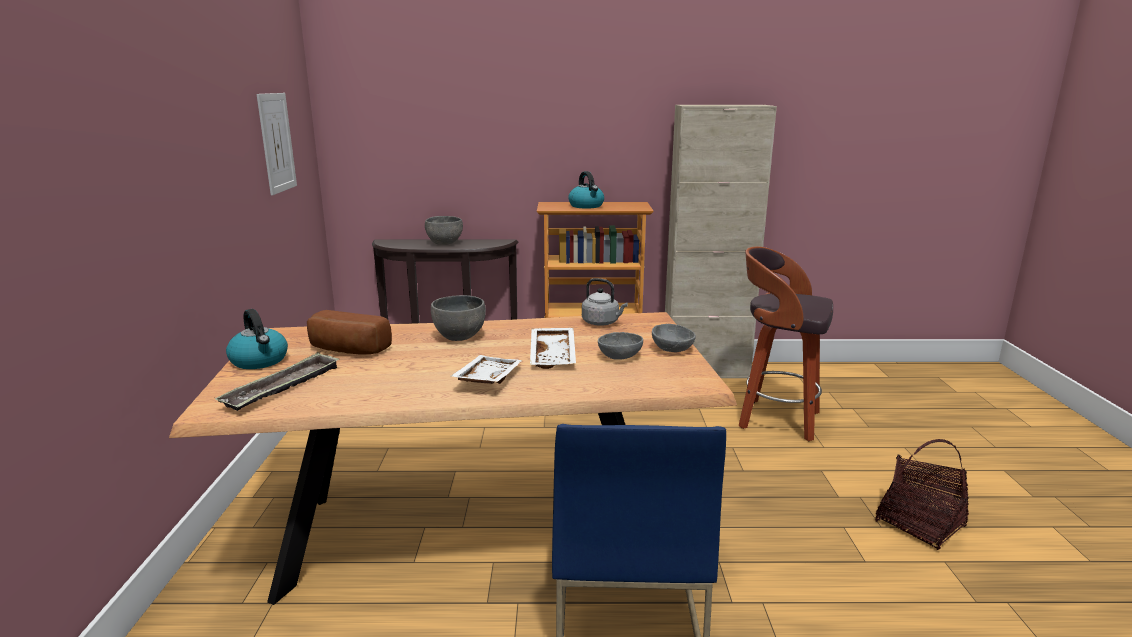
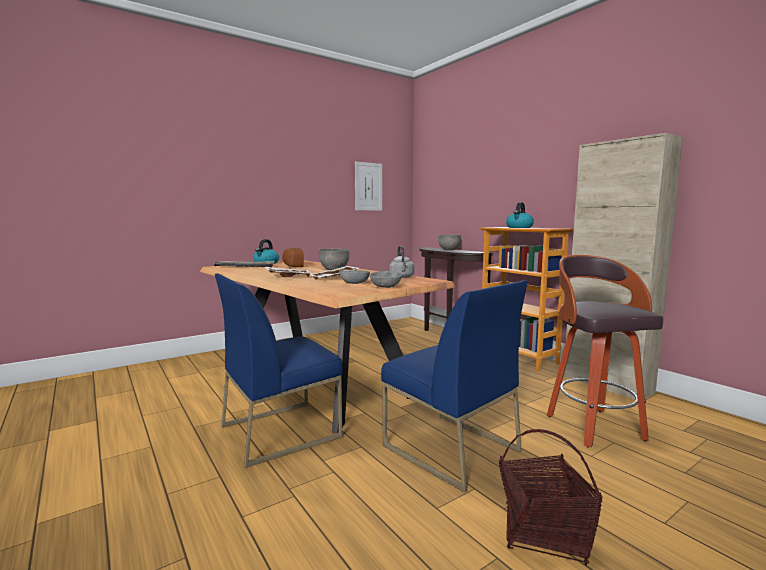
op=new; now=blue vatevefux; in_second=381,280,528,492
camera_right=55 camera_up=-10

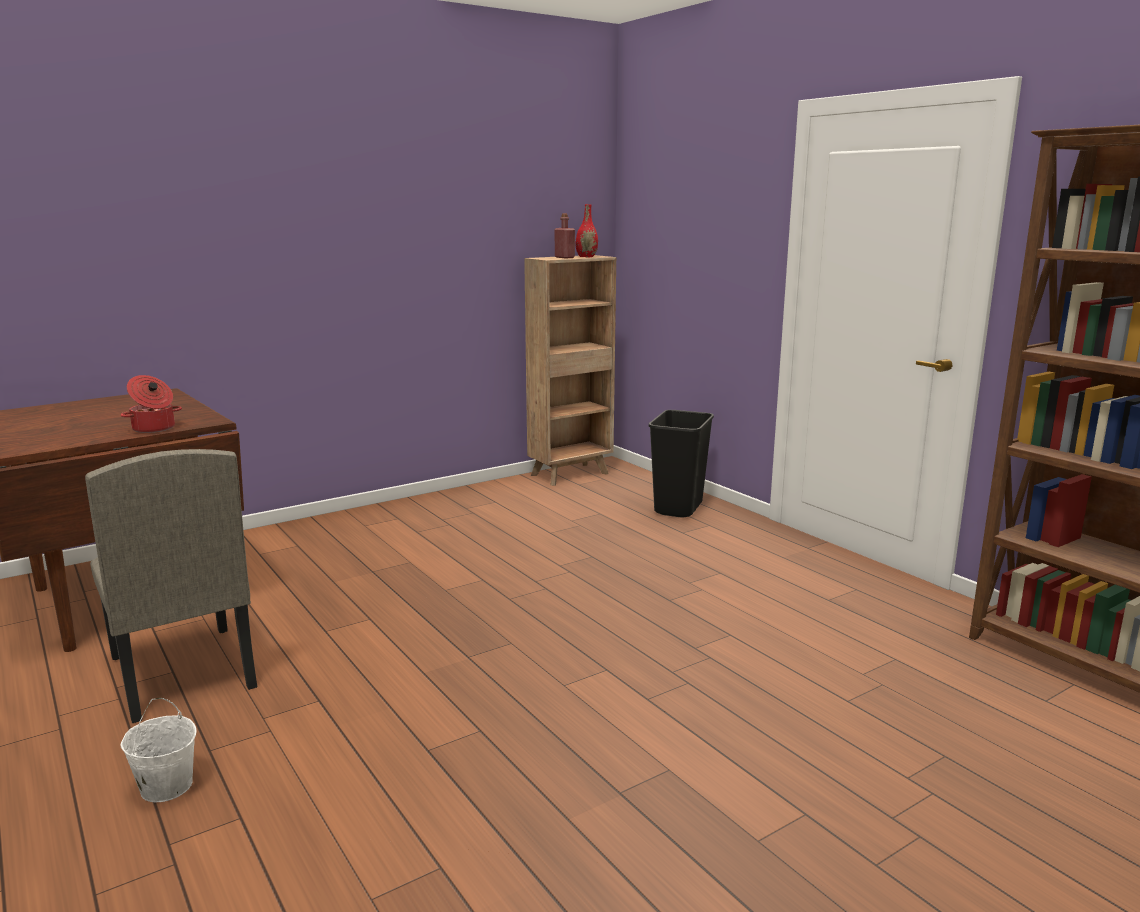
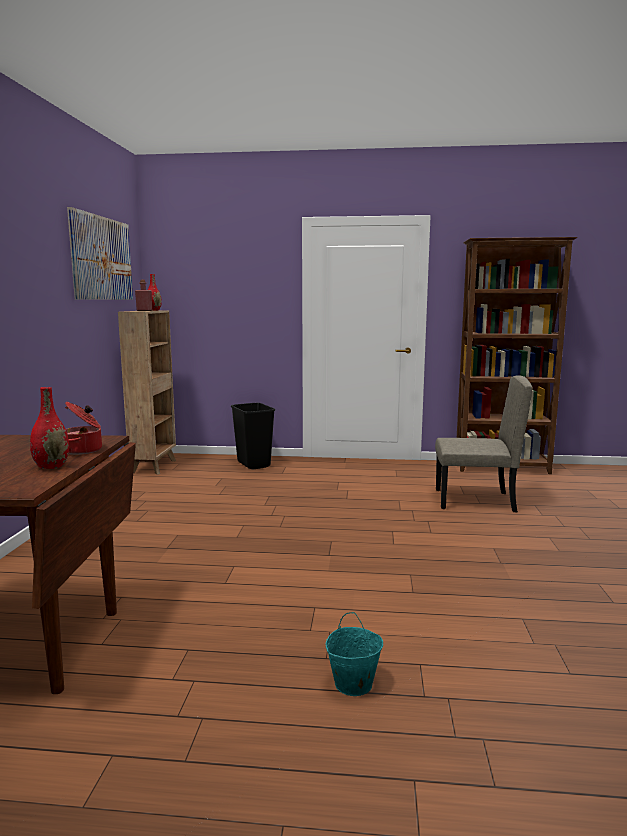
op=shifted; was=beige vatevefux; in_first=85,449,257,723; in_second=435,375,532,512
op=repainted; was=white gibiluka; now=turquoise gibiluka; in_first=121,698,197,802; in_second=325,612,383,696
op=new; now=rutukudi; in_second=67,207,133,300
op=new; now=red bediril; in_second=30,387,69,469
camera_right=-50 camera_up=-5

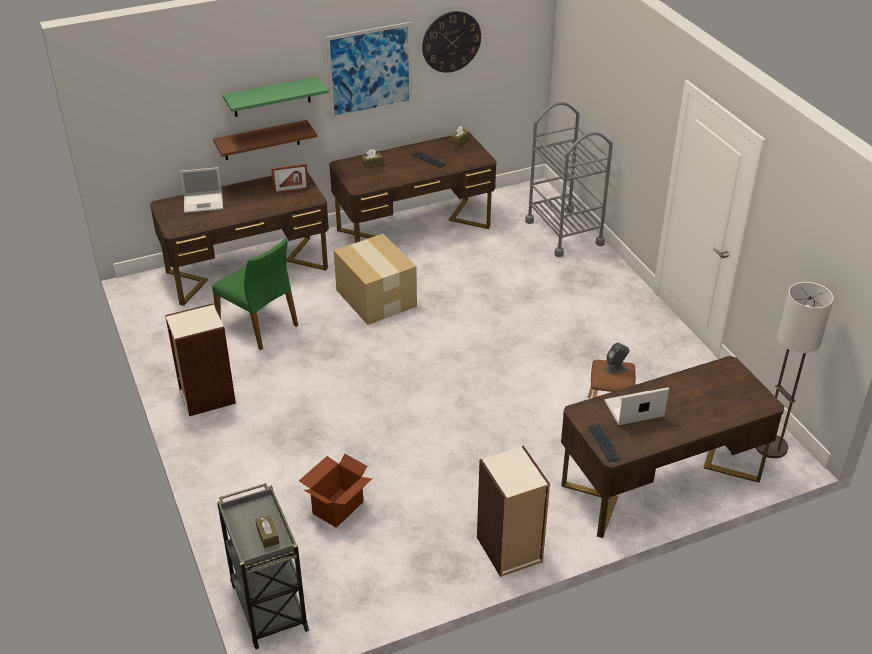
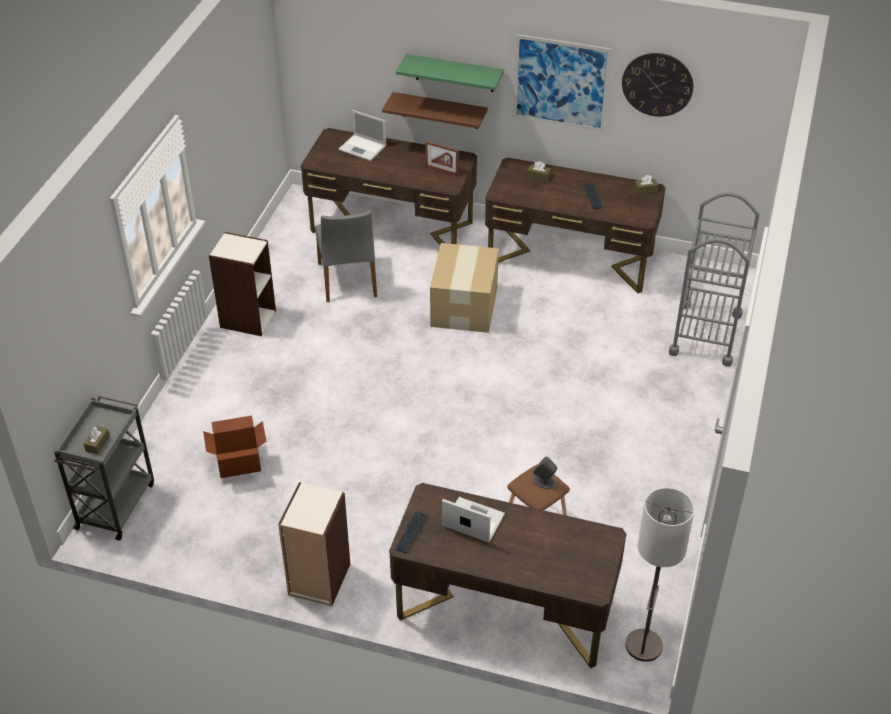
op=repainted; was=green vatevefux; now=grey vatevefux; in_first=212,238,298,350; in_second=315,211,377,302
camera_right=40 camera_up=5

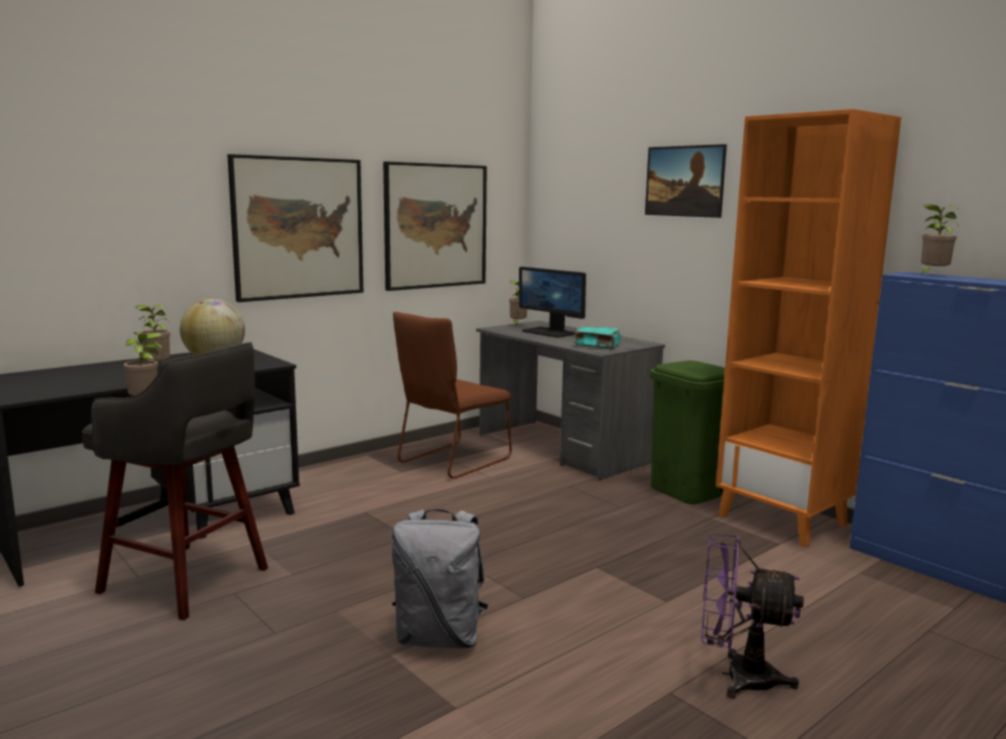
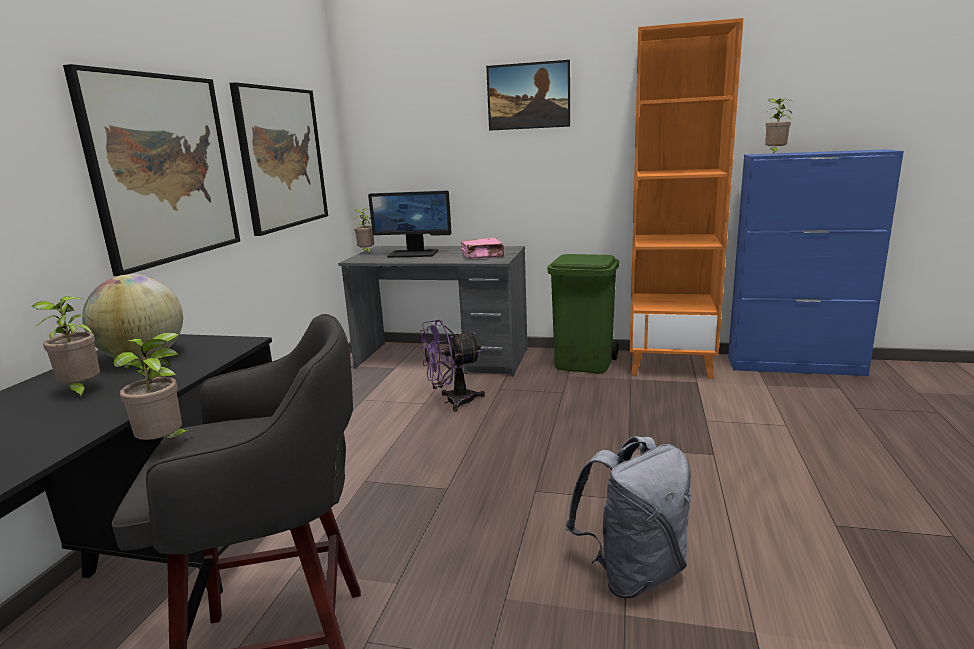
op=gone; was=brown vatevefux; in_first=393,312,512,479
op=repainted; was=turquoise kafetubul; now=pink kafetubul; in_first=574,327,621,350; in_second=461,238,505,259
op=shifted; was=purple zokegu; in_first=701,533,804,699; in_second=420,320,485,412
camera_right=-35 camera_up=5

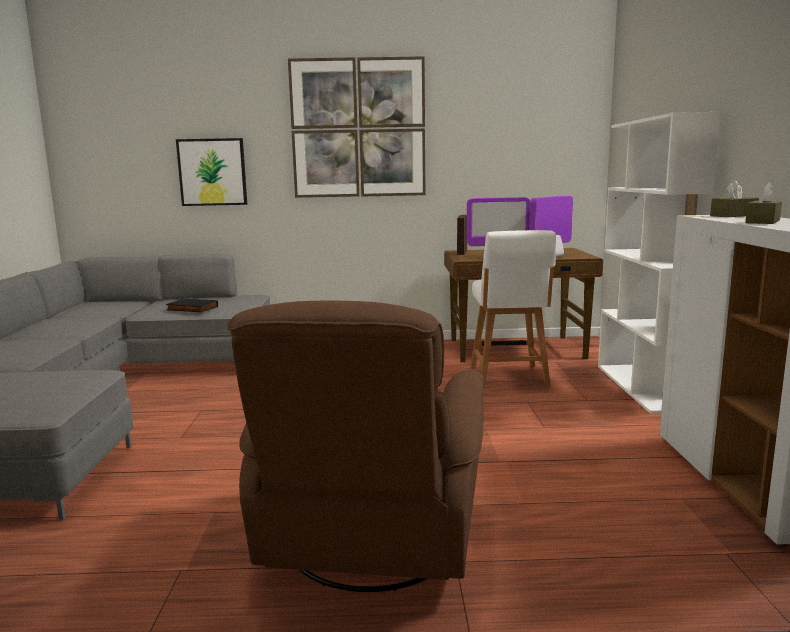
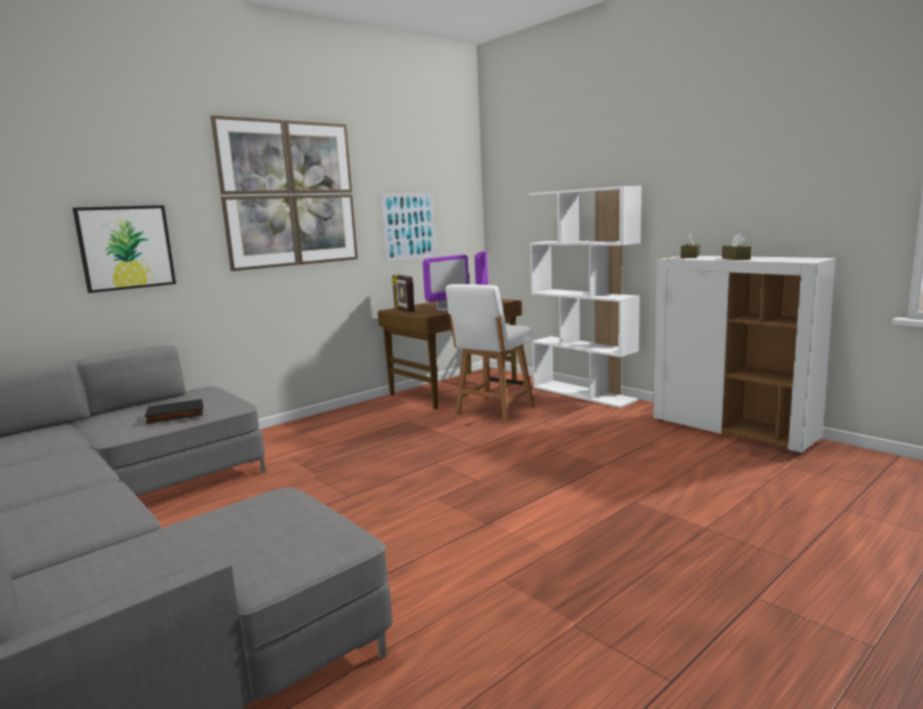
op=rotated; was=white vatevefux; in_first=471,230,556,388; in_second=446,284,534,423; clockwise=75
op=gone; was=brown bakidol; in_first=228,301,484,592
op=new; now=rutukudi; in_second=380,193,437,262
camera_right=-40 camera_up=0

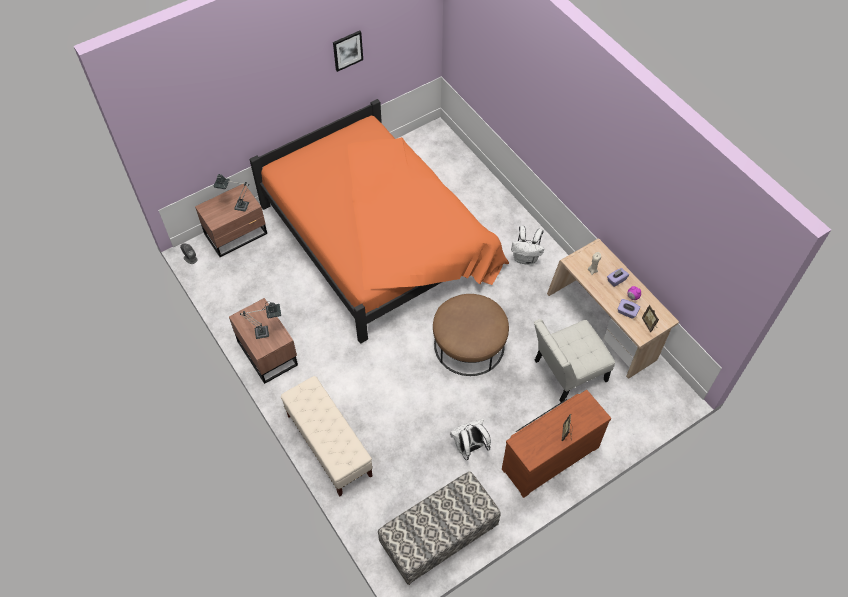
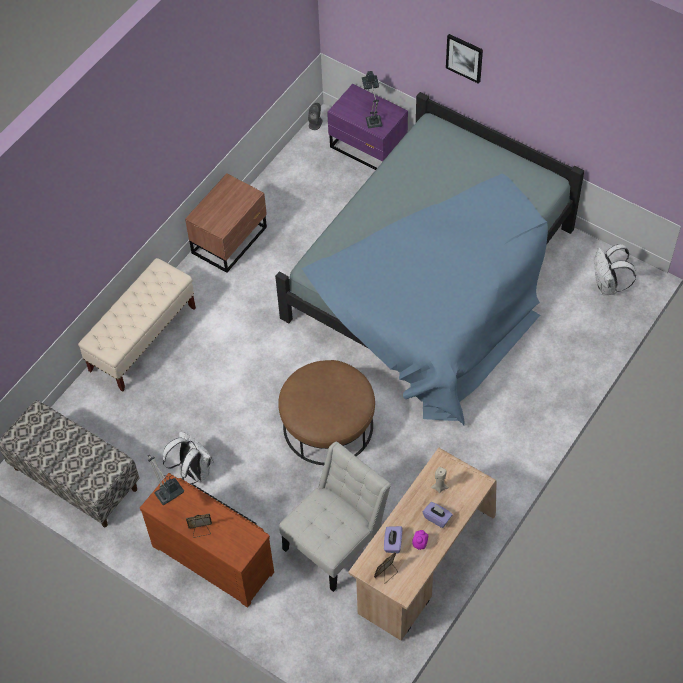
op=shifted; was=rutukudi; in_first=333,31,363,72; in_second=446,34,483,84
op=repainted; was=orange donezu; now=blue donezu; in_first=249,99,509,344; in_second=275,92,584,425
op=repainted; was=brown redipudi; now=purple redipudi; in_first=195,184,267,257; in_second=327,84,408,170
op=shifted; was=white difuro; in_first=511,226,544,265; in_second=594,244,636,295
op=shifted; was=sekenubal; in_first=240,302,281,339; in_second=148,455,184,505
op=rotated; was=white vatevefux; in_first=534,319,615,402; in_second=279,441,391,592; clockwise=90
camera_right=70 camera_up=0

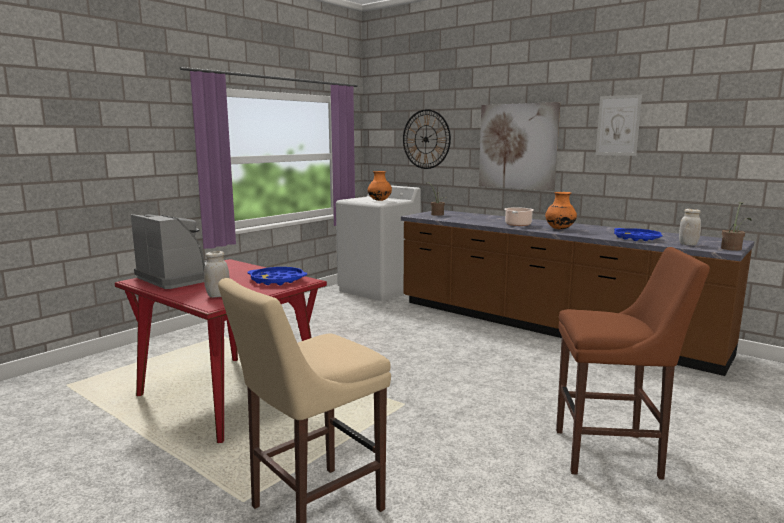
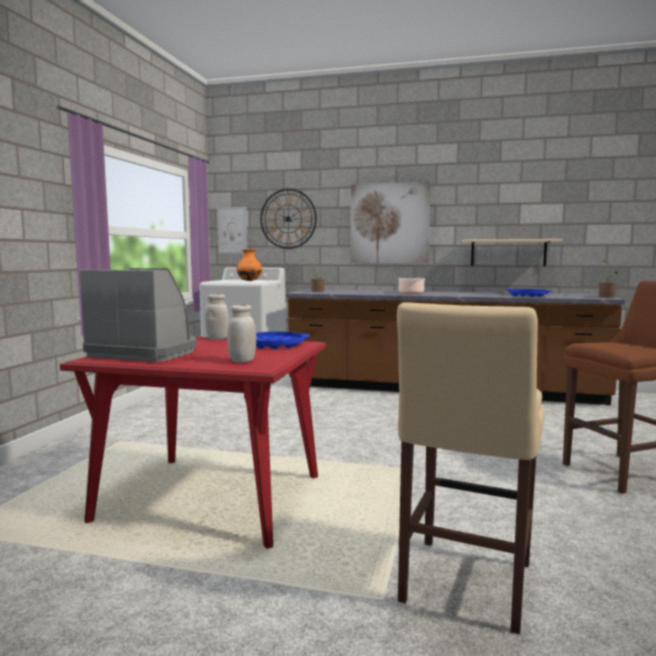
op=shifted; was=rutukudi; in_first=596,95,642,156; in_second=217,207,247,253
op=gone; was=orange bediril; in_first=545,192,577,229
op=shifted; was=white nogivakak; in_first=679,209,701,245; in_second=205,294,229,340
op=new; now=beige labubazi; in_second=462,239,563,266
camera_right=-25 camera_up=-5

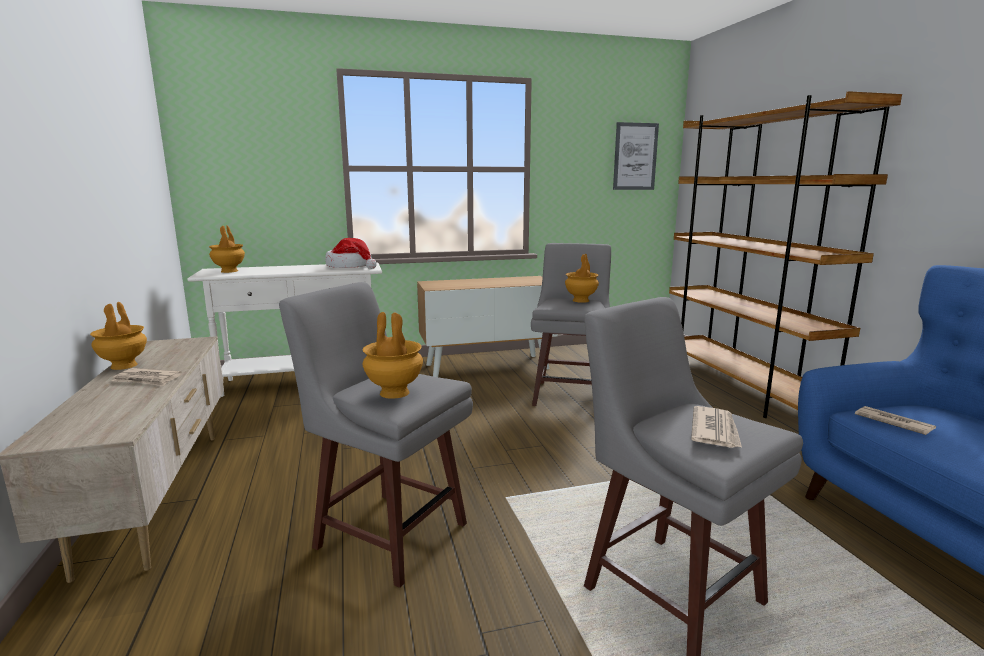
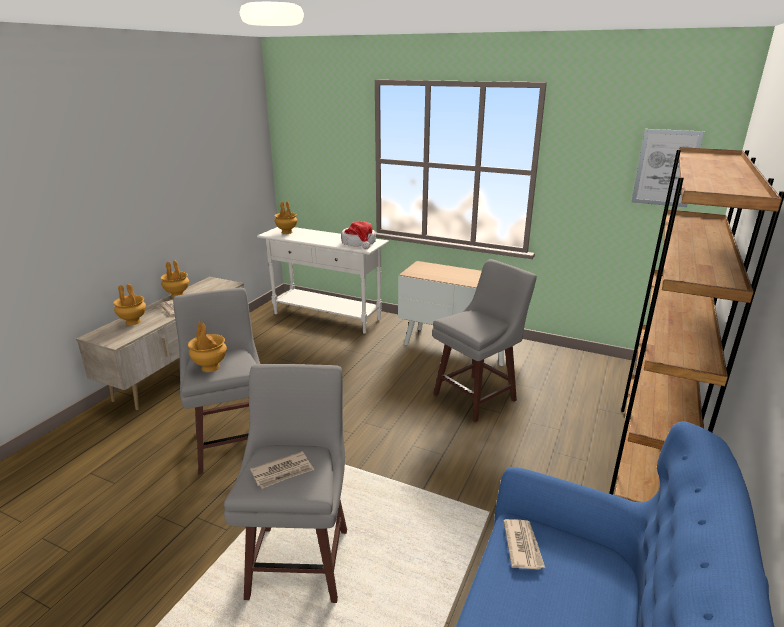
op=shifted; was=brown bediril; in_first=565,253,599,303; in_second=113,284,146,325
camera_right=40 camera_up=10

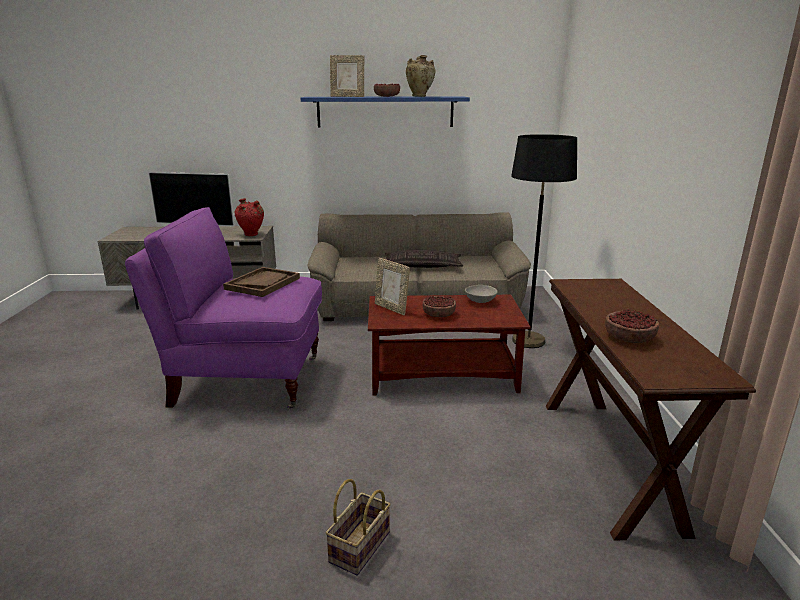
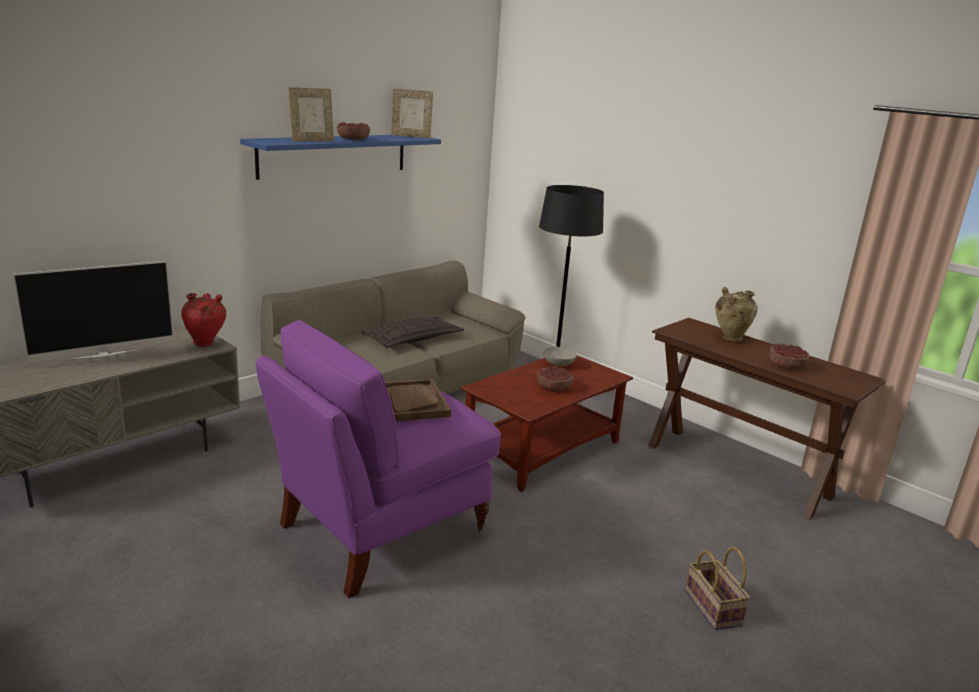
op=shifted; was=beige bediril; in_first=406,55,436,97; in_second=715,287,758,341
op=shifted; was=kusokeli; in_first=375,258,410,315; in_second=391,88,433,138
camera_right=-45 camera_up=0

